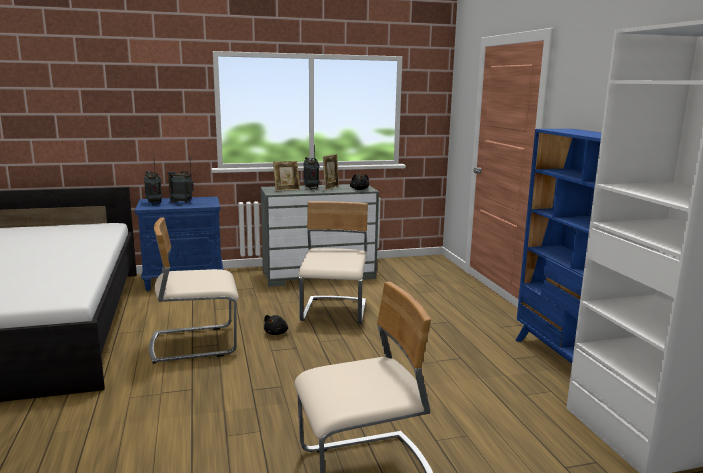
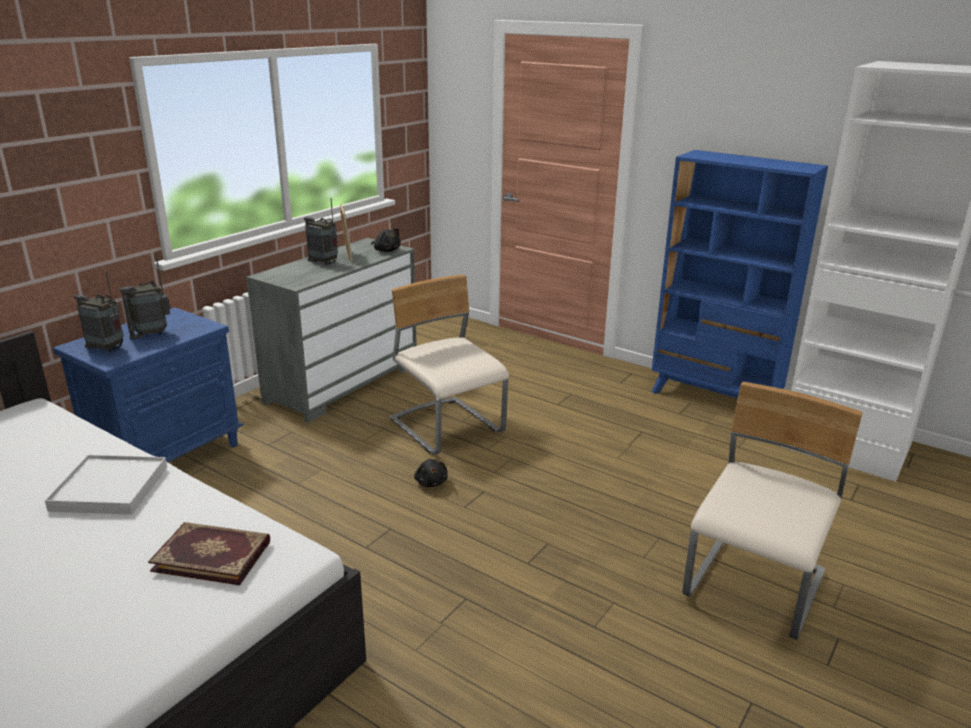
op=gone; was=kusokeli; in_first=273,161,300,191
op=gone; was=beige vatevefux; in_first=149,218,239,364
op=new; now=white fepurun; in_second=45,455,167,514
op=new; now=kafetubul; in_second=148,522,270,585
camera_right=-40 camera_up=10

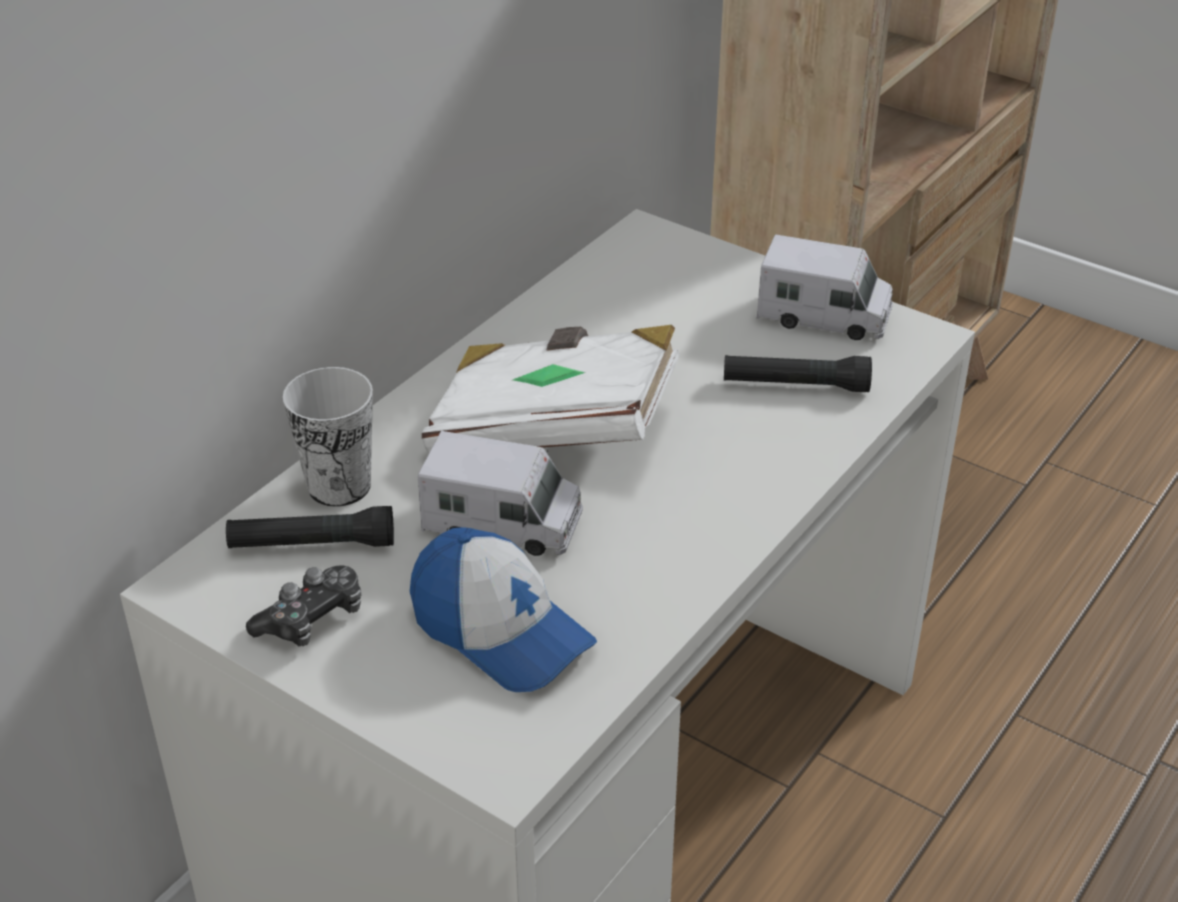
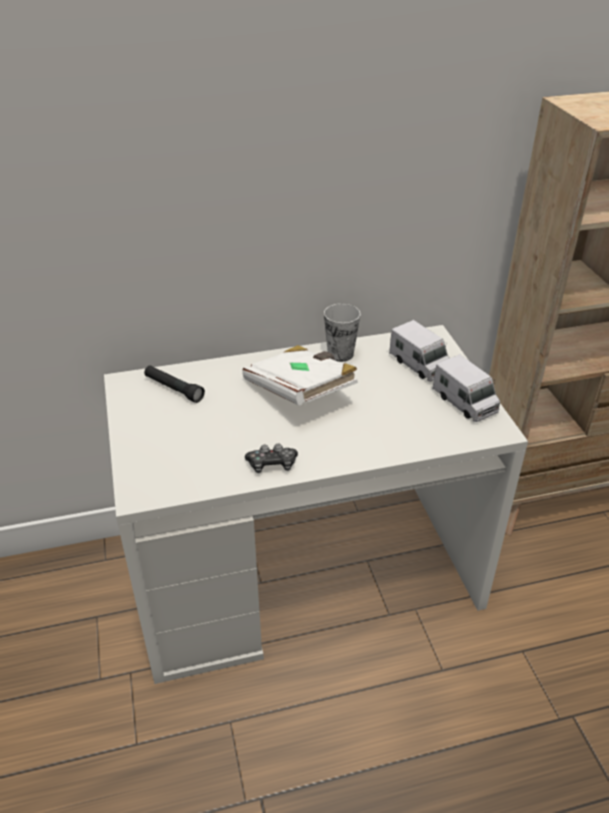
op=gone; was=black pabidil; in_first=724,355,872,392
op=shifted; was=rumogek; in_first=283,367,373,507; in_second=324,304,361,362
op=shifted; was=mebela; in_first=418,431,583,556; in_second=389,320,450,381
op=gone; was=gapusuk; in_first=410,527,597,692
op=shifted; was=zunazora; in_first=246,565,362,646; in_second=245,444,298,473
camera_right=40 camera_up=0

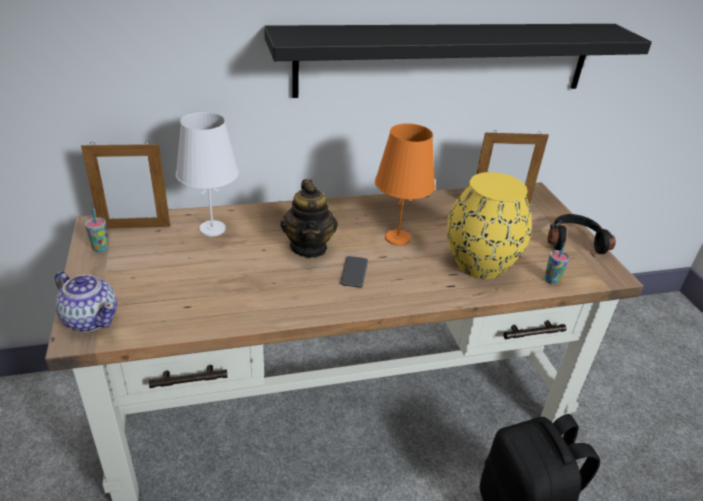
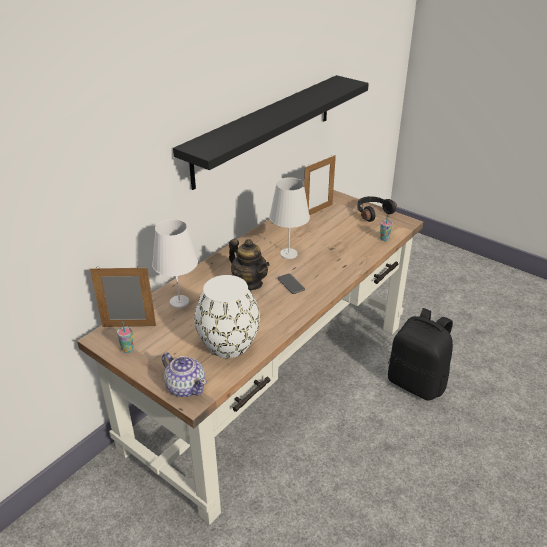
op=repainted; was=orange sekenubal; now=white sekenubal; in_first=375,123,435,246; in_second=269,177,310,259
op=rotated; was=kusokeli; in_first=81,141,170,229; in_second=90,266,156,327; clockwise=-135
op=gone; was=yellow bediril; in_first=447,172,532,279
op=rotated; was=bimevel; in_first=55,271,117,332; in_second=162,352,207,397; clockwise=45
op=new; now=white bediril; in_second=195,275,260,358
camera_right=-35 camera_up=0

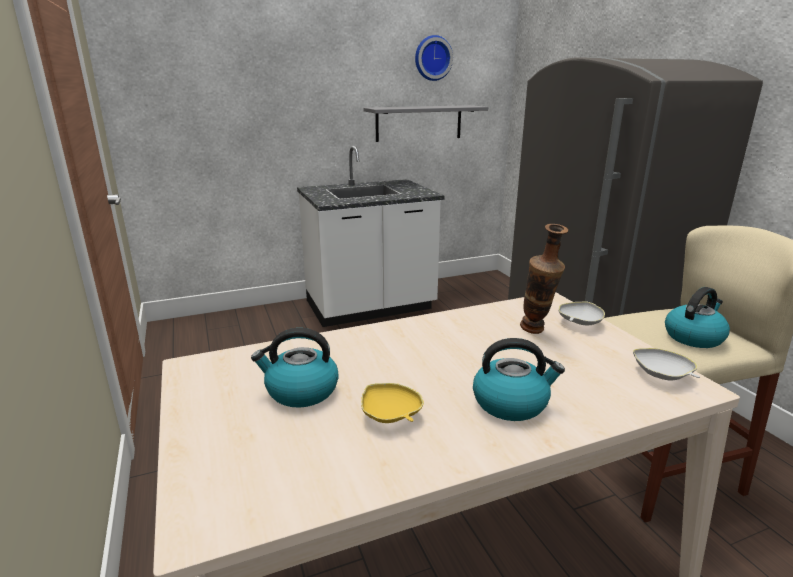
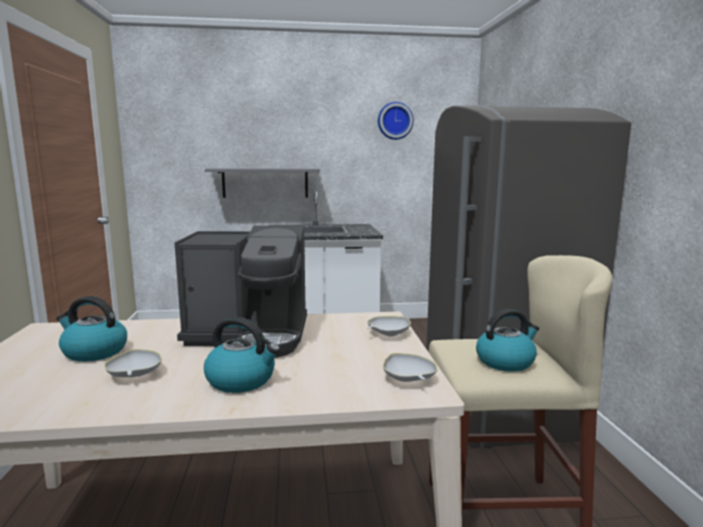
op=shifted; was=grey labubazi; in_first=364,105,488,142; in_second=205,168,320,198
op=gone; was=bediril; in_first=520,224,568,334
op=repainted; was=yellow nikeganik; now=white nikeganik; in_first=361,383,424,423; in_second=104,349,162,377
op=new; now=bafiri; in_second=174,225,307,358
camera_right=15 camera_up=-10

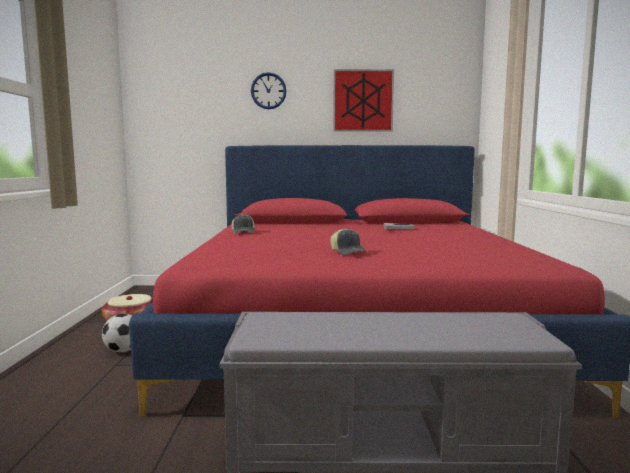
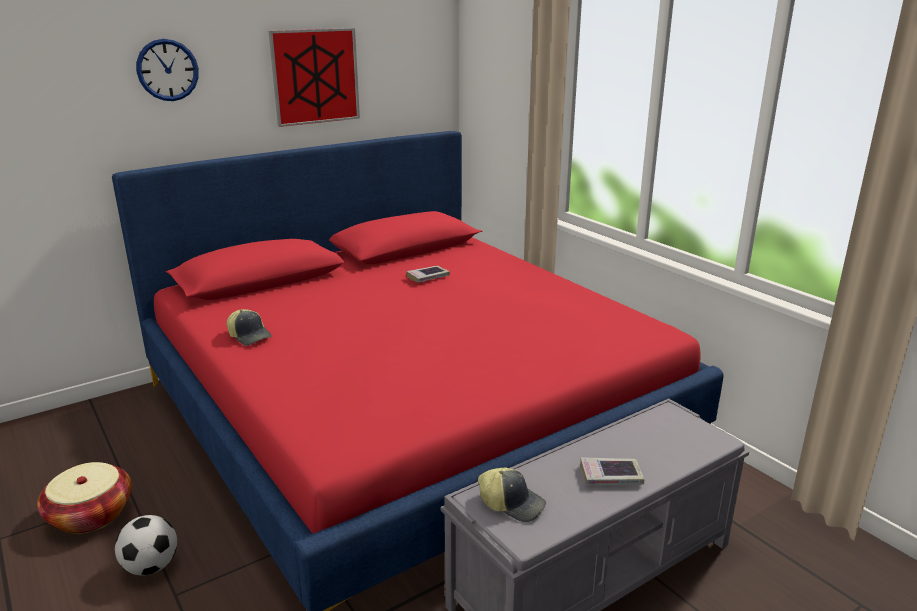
op=shifted; was=gapusuk; in_first=330,228,367,255; in_second=478,467,546,522
op=new; now=kafetubul; in_second=580,457,644,485
camera_right=-35 camera_up=15

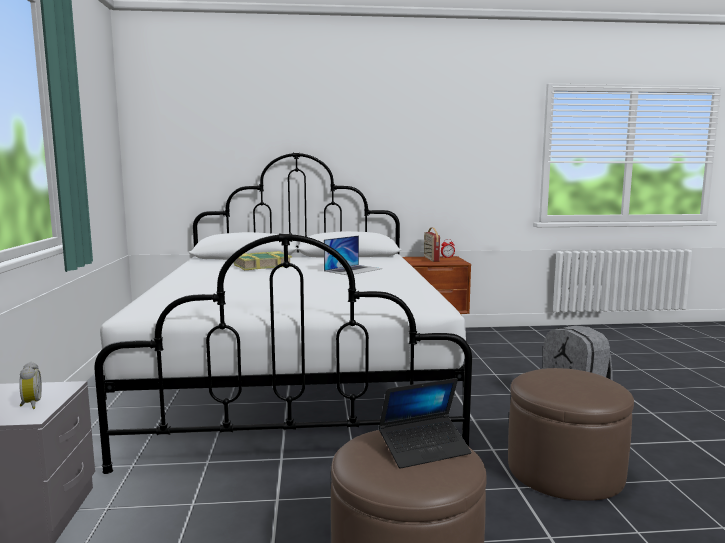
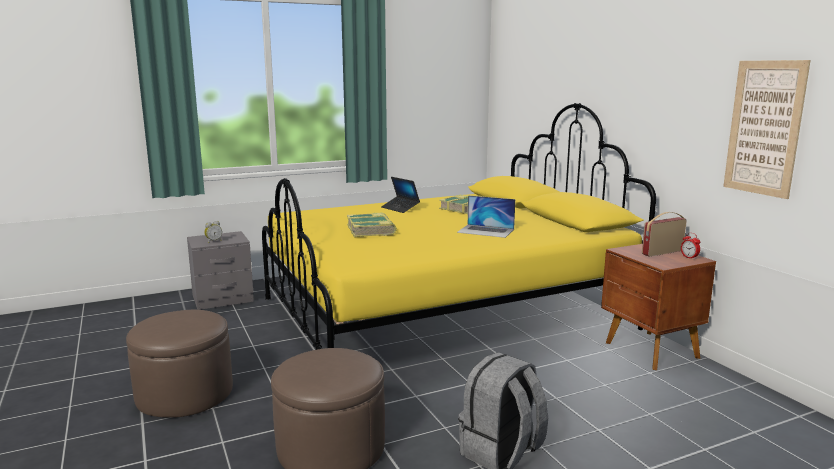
op=repainted; was=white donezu; now=yellow donezu; in_first=94,153,472,474; in_second=262,103,656,350
op=shifted; was=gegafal; in_first=379,378,471,469; in_second=382,177,420,213
op=new; now=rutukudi; in_second=723,60,811,199
op=new; now=kafetubul; in_second=347,212,396,237
camera_right=70 camera_up=5

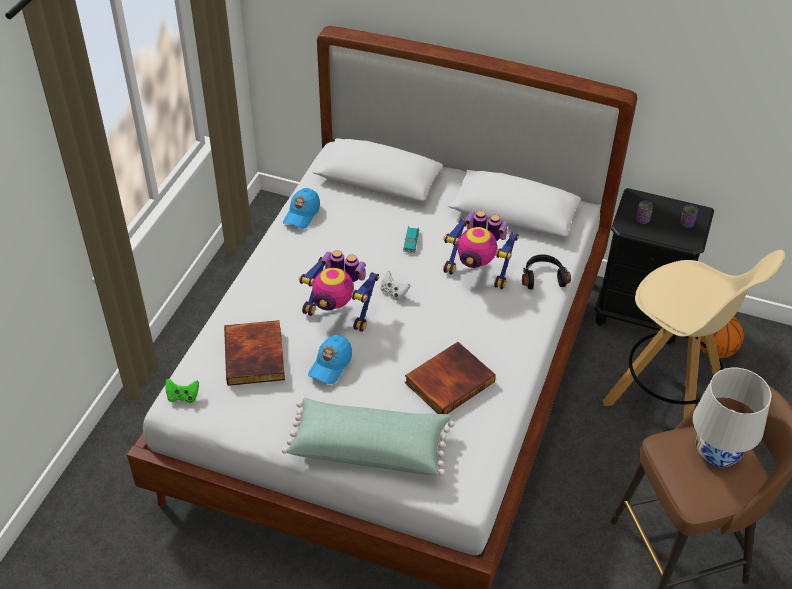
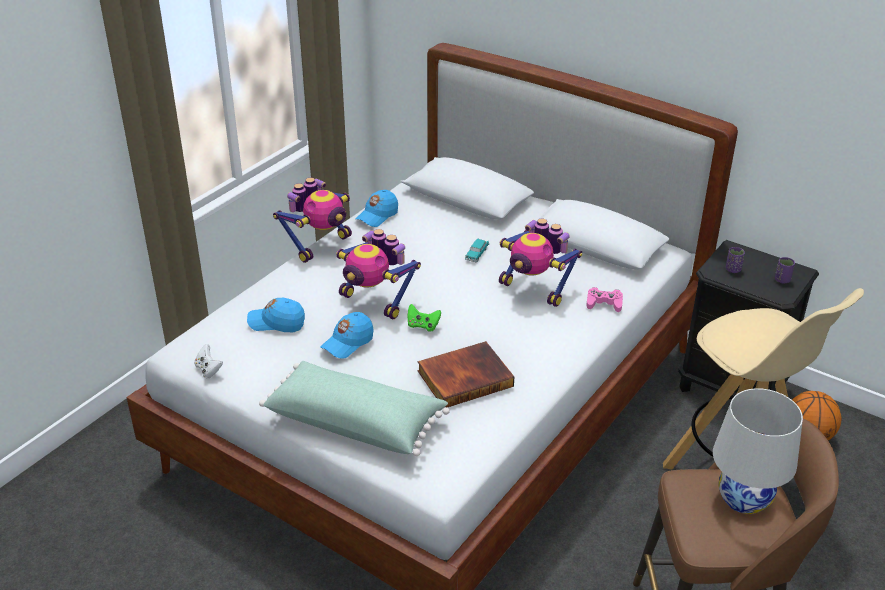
op=swapped; was=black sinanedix; now=pink zunazora; in_first=522,254,571,289; in_second=586,287,623,312
op=shifted; was=white zunazora; in_first=381,271,410,300; in_second=194,344,223,378
op=swapped; was=kafetubul; now=blue gapusuk; in_first=224,320,285,386; in_second=247,298,305,332
op=shifted; was=green zunazora; in_first=165,379,199,403; in_second=407,304,441,332
op=new; now=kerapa; in_second=273,178,352,263
camera_right=15 camera_up=-10

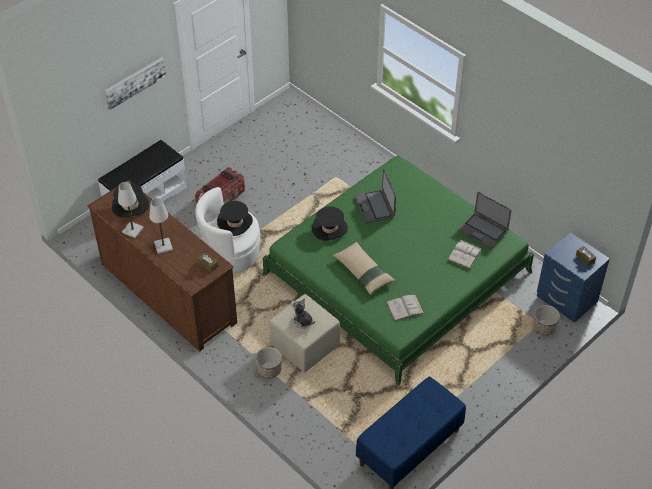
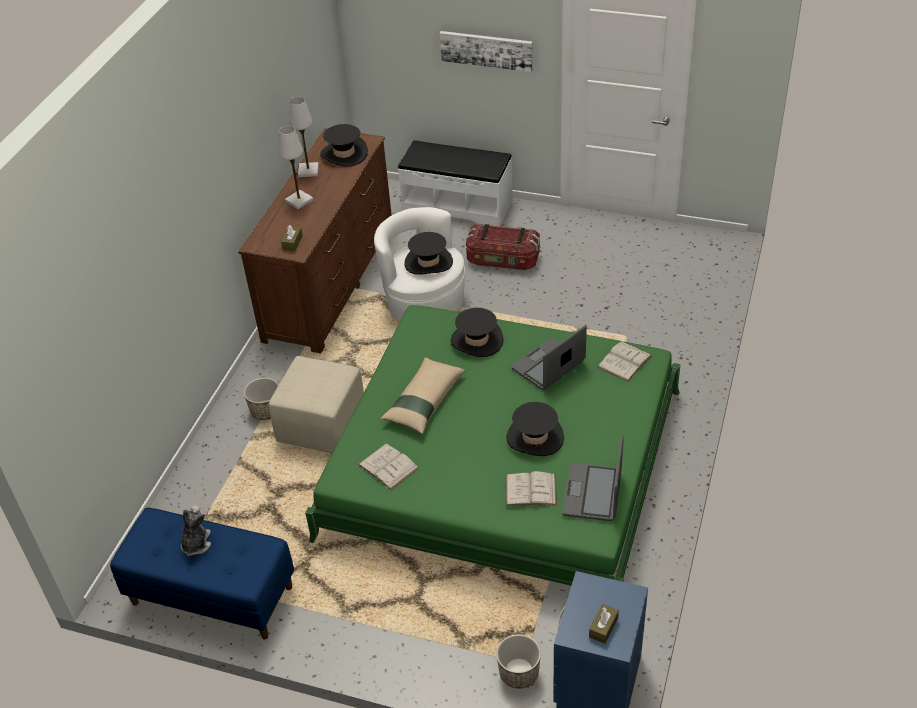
op=shifted; was=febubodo; in_first=290,298,315,329; in_second=181,505,211,556
op=new; now=white kafetubul; in_second=597,341,652,382
op=new; now=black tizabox; in_second=506,402,564,456
camera_right=65 camera_up=-5

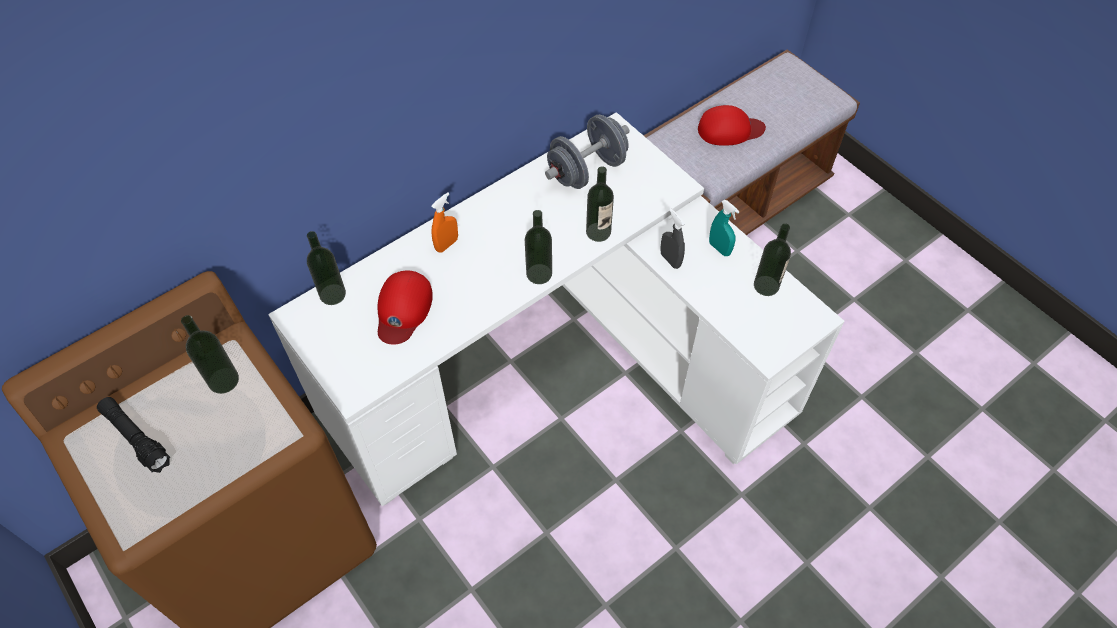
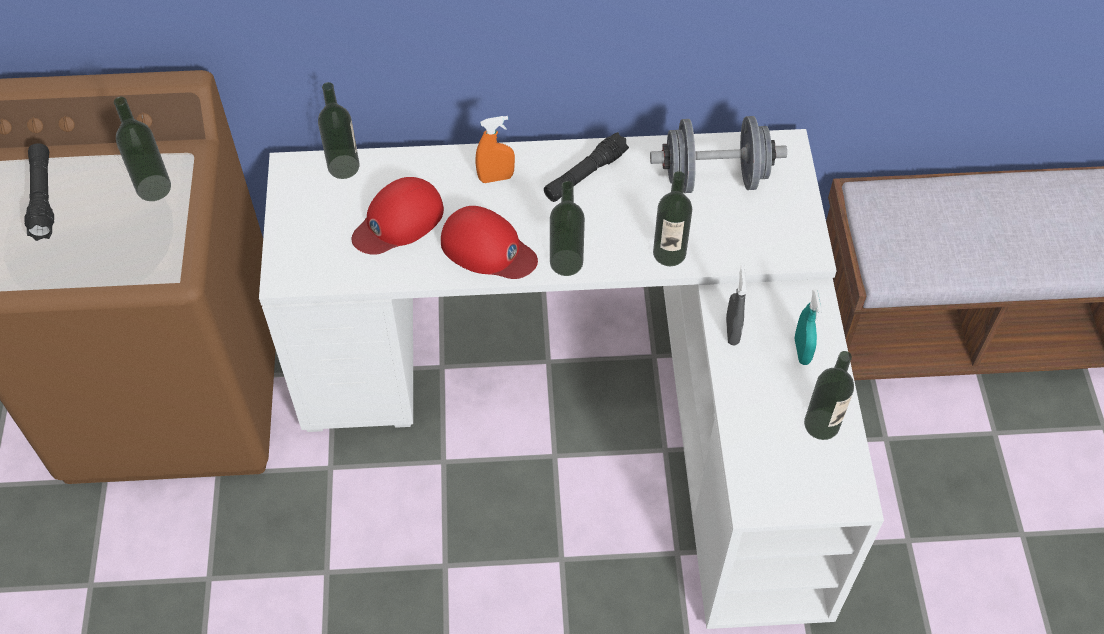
op=shifted; was=red gapusuk; in_first=698,105,766,146; in_second=441,206,538,279
op=new; now=black pabidil; in_second=544,132,629,202
camera_right=35 camera_up=0

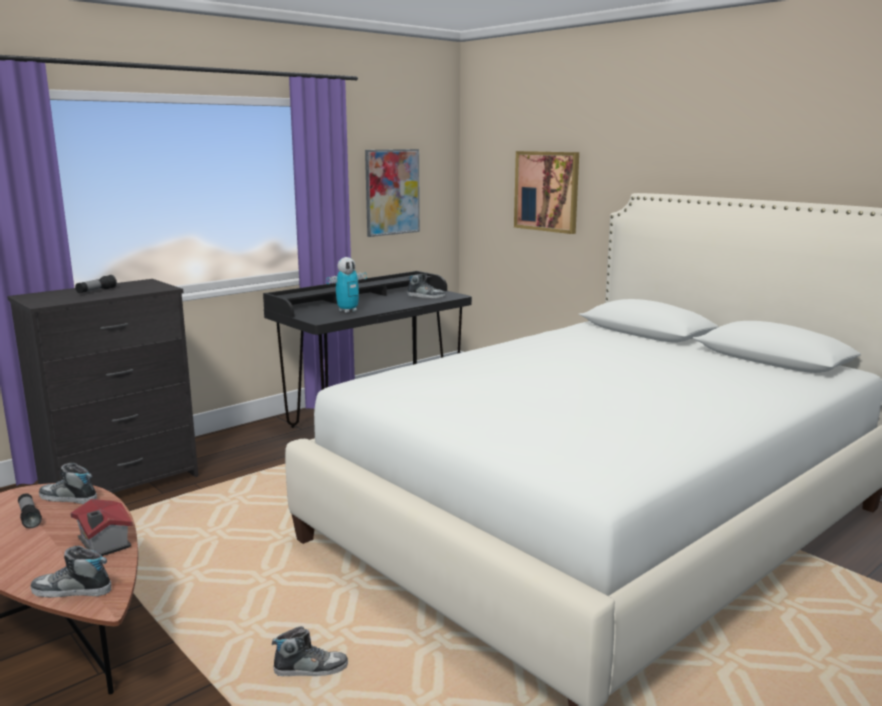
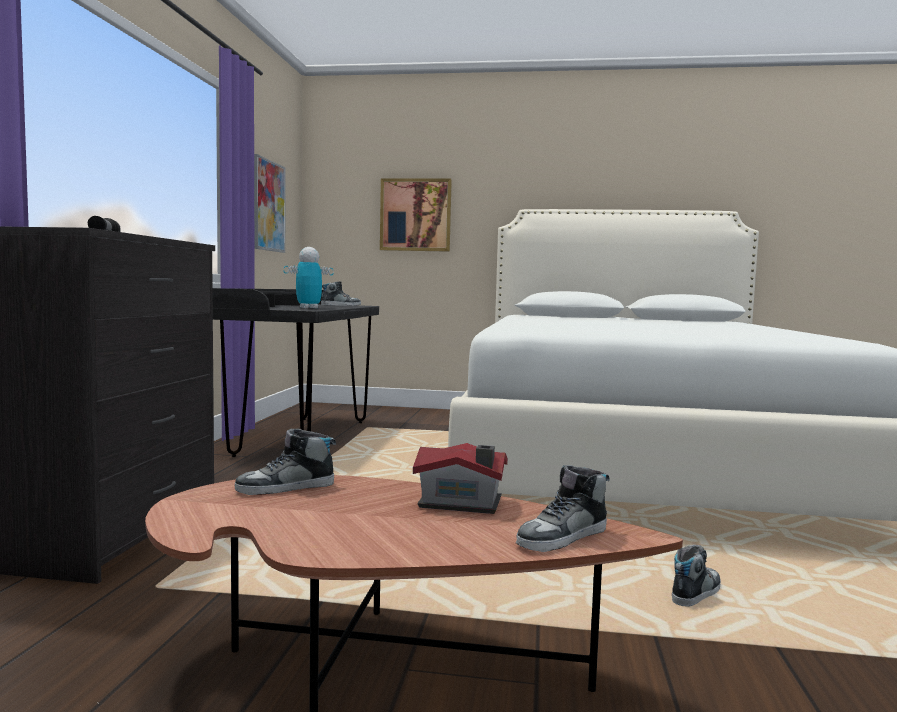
op=rotated; was=kerapa; in_first=326,257,367,313; in_second=283,247,333,308; clockwise=-135
op=gone; was=pabidil; in_first=18,493,42,528
camera_right=-40 camera_up=-10

